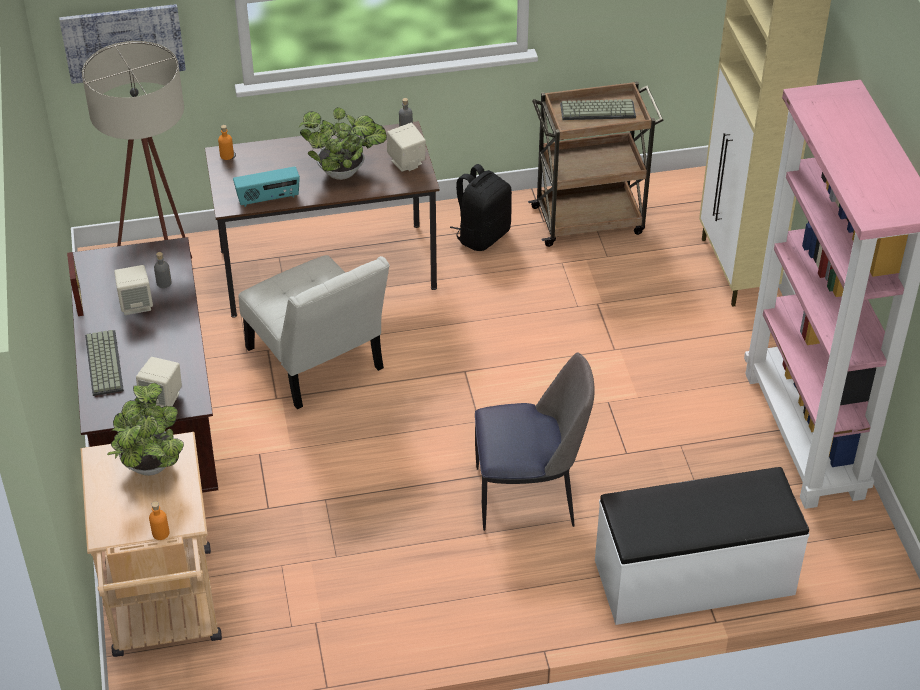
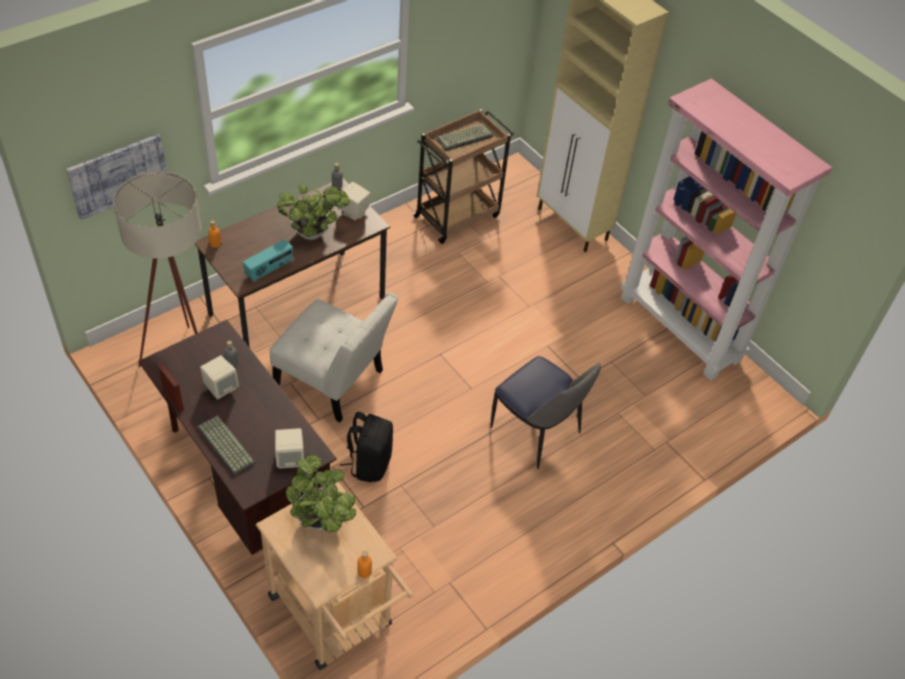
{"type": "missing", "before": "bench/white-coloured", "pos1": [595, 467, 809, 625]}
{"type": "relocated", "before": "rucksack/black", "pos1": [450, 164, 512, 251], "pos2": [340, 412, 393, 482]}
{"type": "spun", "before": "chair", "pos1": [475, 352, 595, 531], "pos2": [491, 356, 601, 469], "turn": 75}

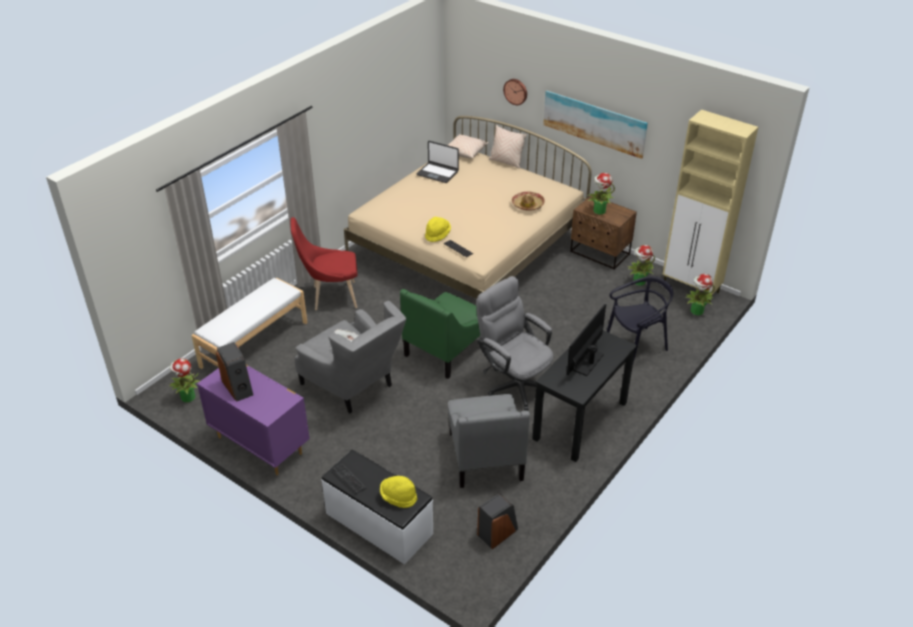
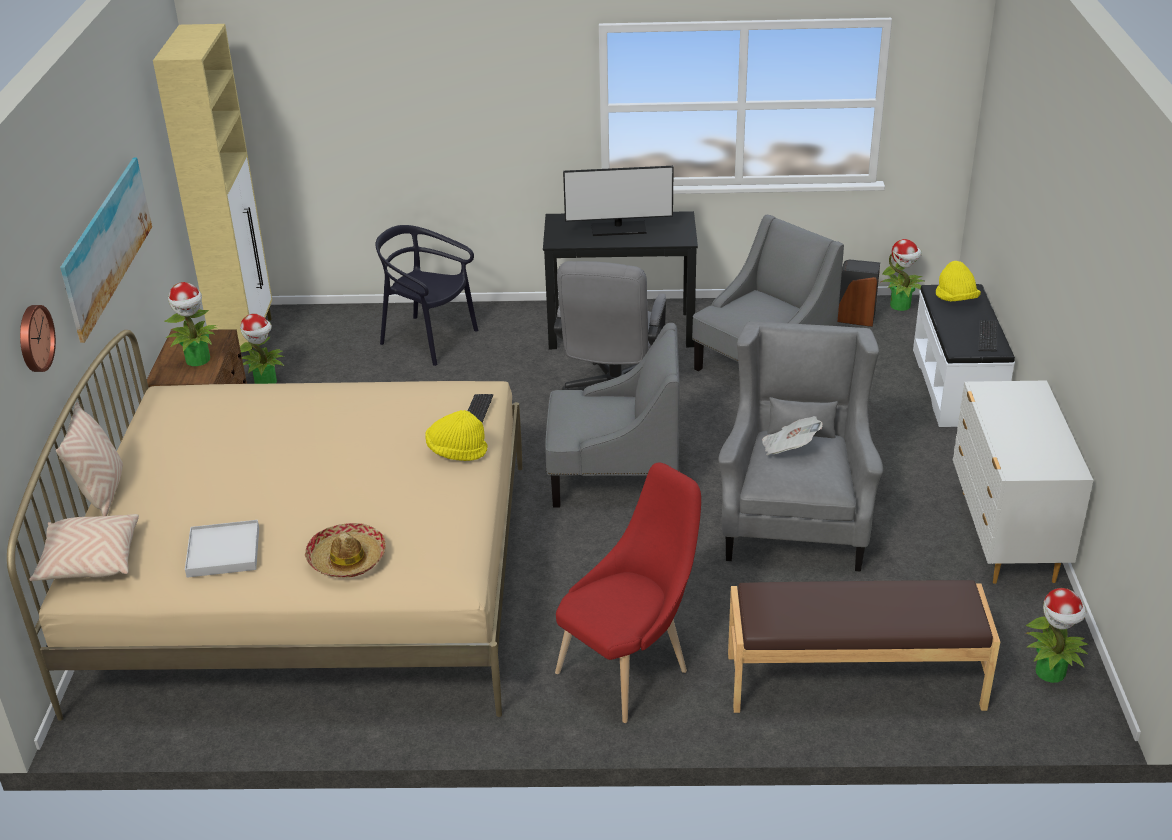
{"type": "missing", "before": "speaker", "pos1": [216, 342, 253, 402]}
{"type": "relocated", "before": "wearable hat", "pos1": [512, 191, 545, 211], "pos2": [305, 523, 386, 578]}
{"type": "relocated", "before": "potted plant", "pos1": [685, 274, 715, 315], "pos2": [881, 239, 926, 311]}
{"type": "exchanged", "before": "laptop", "after": "serving tray/white-coloured", "pos1": [417, 141, 459, 183], "pos2": [185, 520, 259, 578]}
{"type": "colour", "before": "bench/white-coloured", "after": "bench/brown", "pos1": [191, 278, 308, 369], "pos2": [728, 580, 1000, 713]}
{"type": "colour", "before": "drawer chest/purple-coloured", "after": "drawer chest/white-coloured", "pos1": [197, 364, 310, 475], "pos2": [953, 381, 1093, 584]}
{"type": "colour", "before": "armchair/greenish", "after": "armchair/gray", "pos1": [400, 289, 480, 379], "pos2": [545, 323, 680, 507]}
{"type": "spun", "before": "chair/red", "pos1": [291, 217, 358, 310], "pos2": [555, 463, 701, 723], "turn": -90}

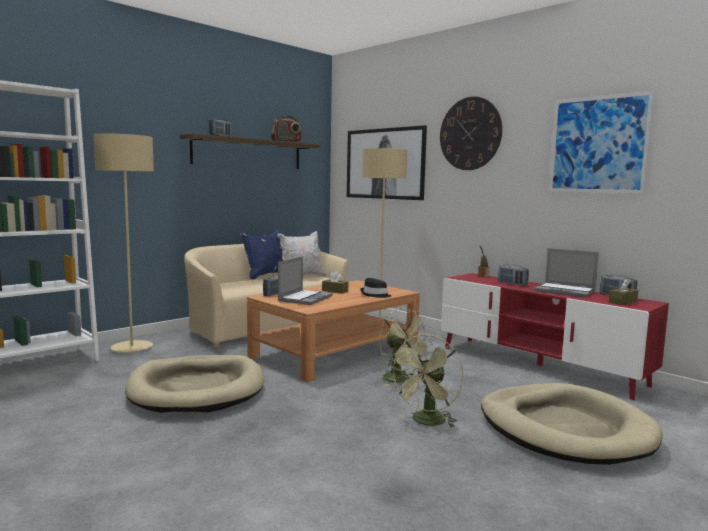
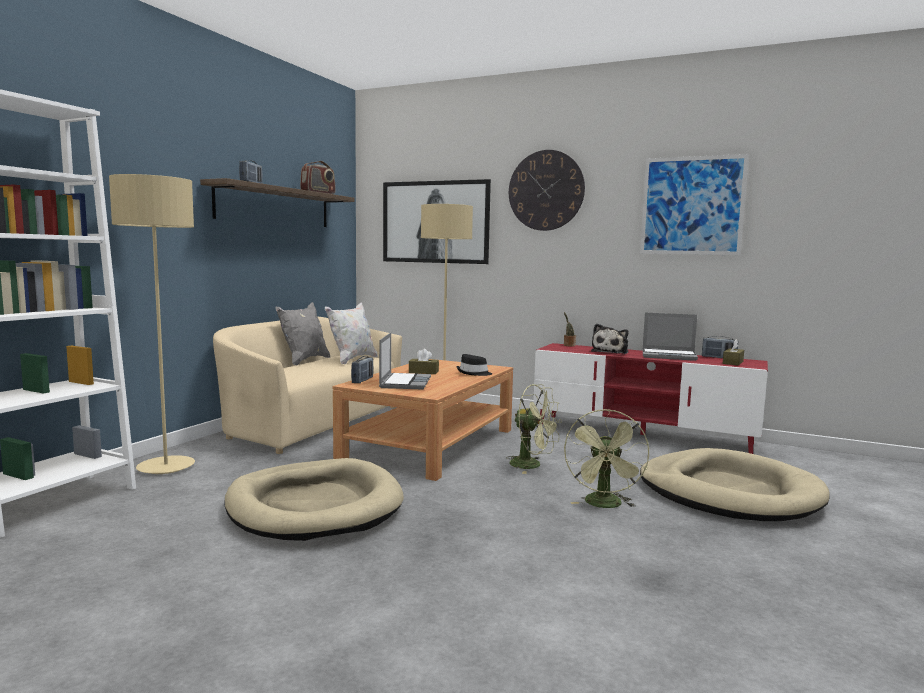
{"type": "exchanged", "before": "radio", "after": "soft toy", "pos1": [498, 264, 529, 286], "pos2": [591, 324, 628, 354]}
{"type": "colour", "before": "pillow/blue", "after": "pillow/gray", "pos1": [240, 230, 283, 280], "pos2": [275, 302, 330, 366]}

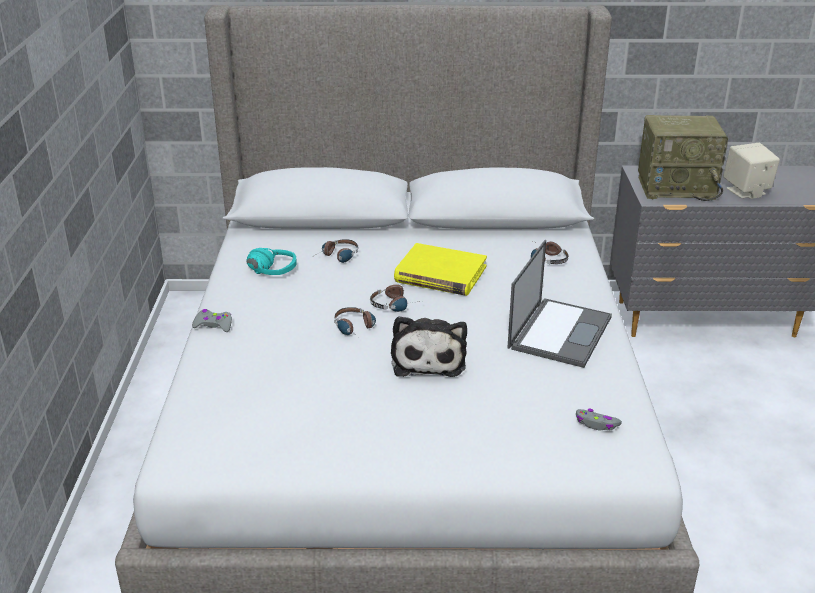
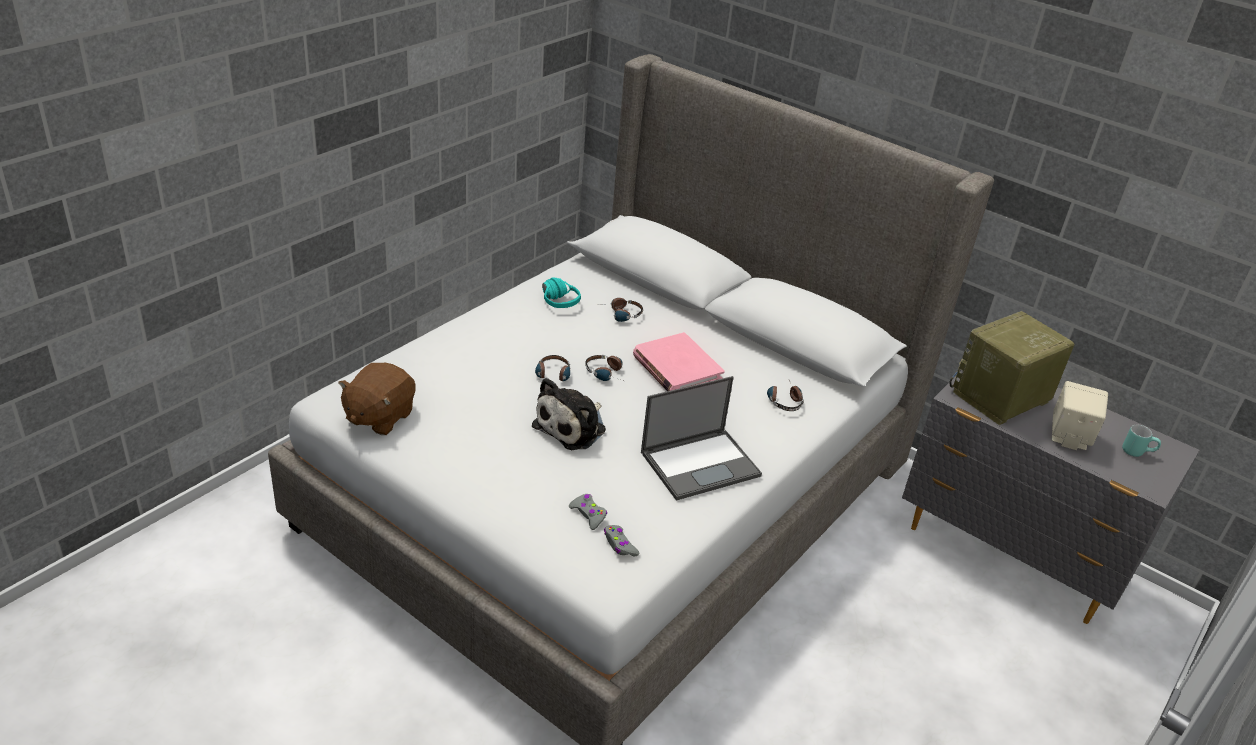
{"type": "appeared", "after": "soft toy/brown", "pos2": [338, 363, 416, 435]}
{"type": "appeared", "after": "coffee mug/blue-green", "pos2": [1122, 424, 1161, 457]}
{"type": "relocated", "before": "joypad/gray", "pos1": [192, 309, 232, 332], "pos2": [569, 494, 607, 530]}
{"type": "colour", "before": "book/yellowish", "after": "book/pink-coloured", "pos1": [394, 243, 487, 296], "pos2": [633, 332, 725, 391]}
{"type": "spun", "before": "radio", "pos1": [638, 115, 728, 201], "pos2": [949, 311, 1075, 425], "turn": 105}

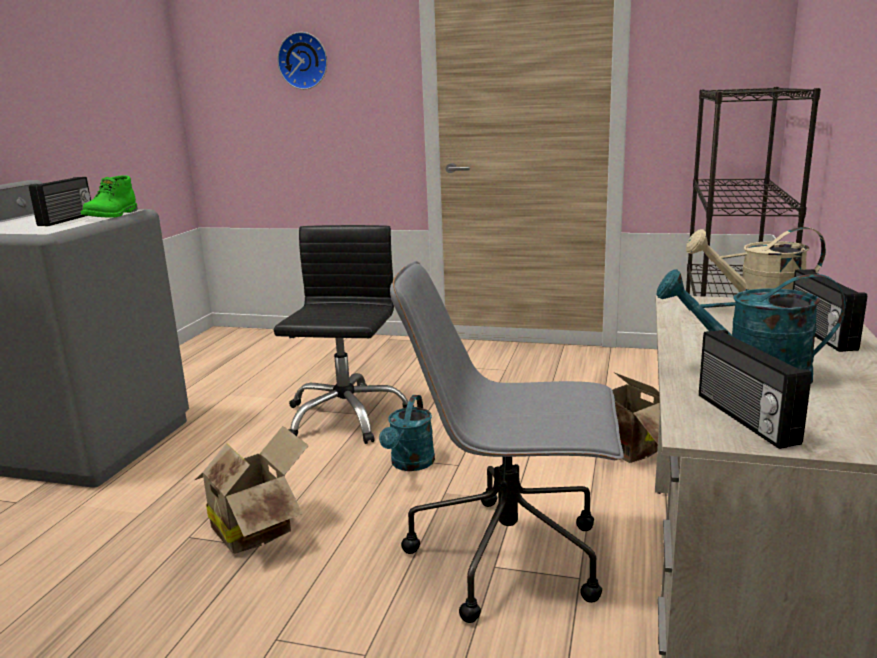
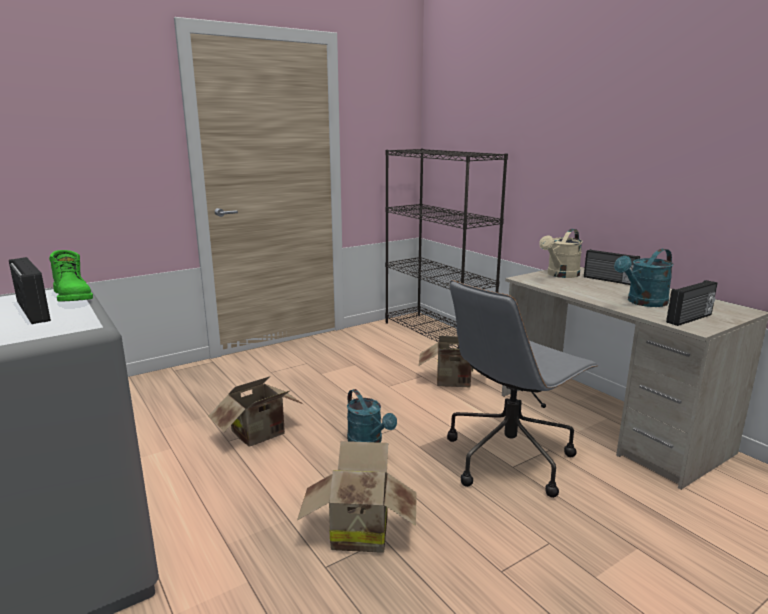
{"type": "missing", "before": "clock on the wall", "pos1": [277, 32, 328, 90]}
{"type": "exchanged", "before": "office chair/black", "after": "packing box", "pos1": [274, 225, 414, 444], "pos2": [208, 376, 303, 447]}
{"type": "spun", "before": "radio", "pos1": [699, 330, 812, 449], "pos2": [666, 280, 718, 326], "turn": -60}

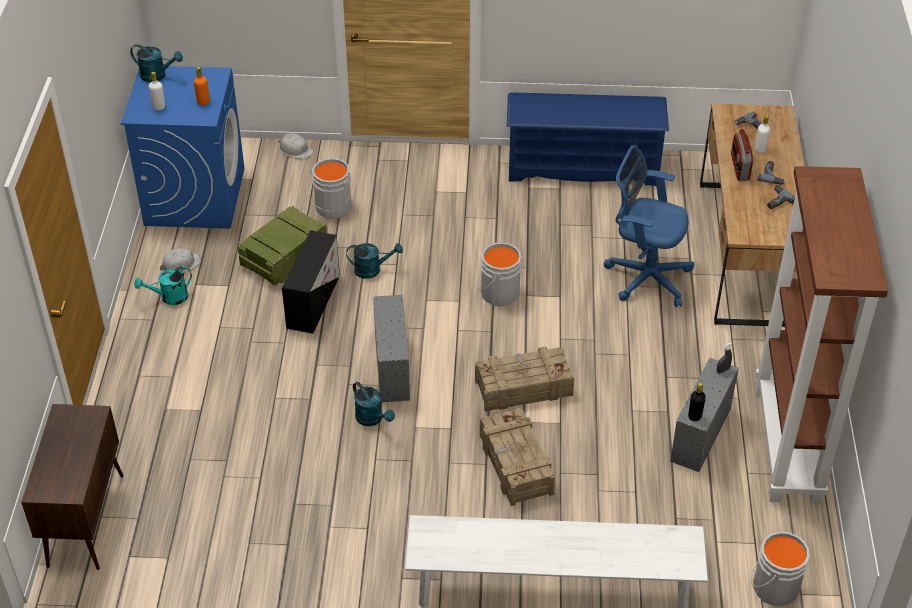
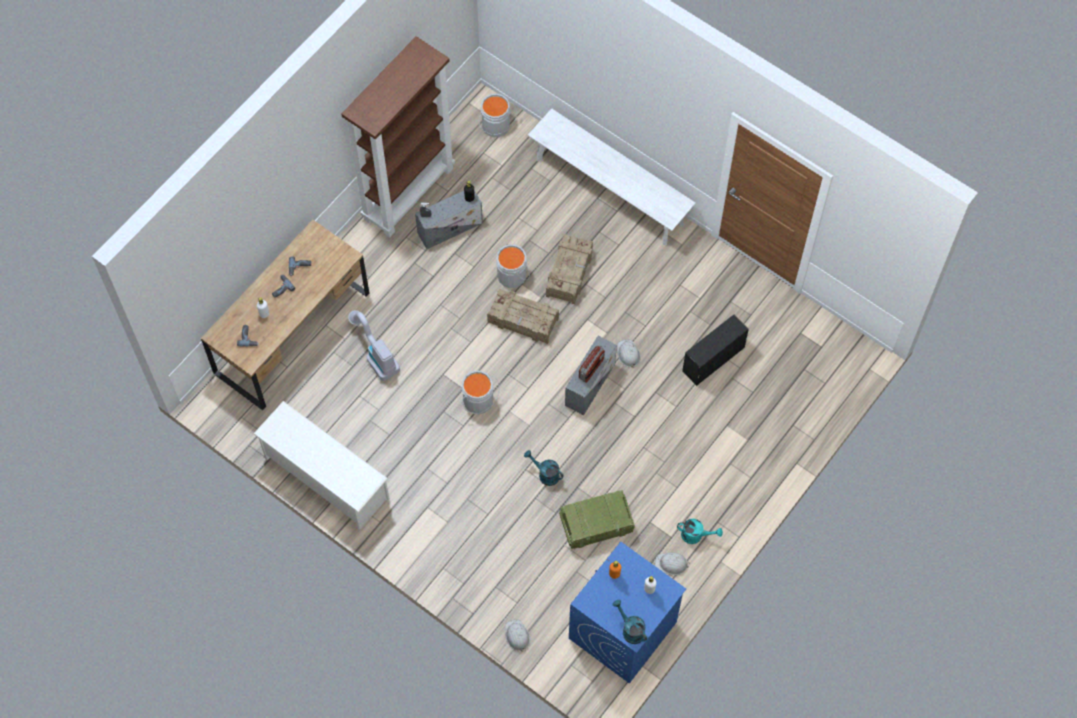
{"type": "missing", "before": "storage cabinet/brown", "pos1": [21, 404, 124, 570]}
{"type": "relocated", "before": "storage container/black", "pos1": [282, 230, 340, 334], "pos2": [682, 315, 749, 386]}
{"type": "relocated", "before": "bucket/gray", "pos1": [305, 158, 352, 219], "pos2": [496, 244, 530, 288]}
{"type": "relocated", "before": "radio", "pos1": [731, 129, 753, 181], "pos2": [579, 346, 605, 383]}
{"type": "exchanged", "before": "sprinkling can/blue-green", "after": "work helmet/white-coloured", "pos1": [353, 382, 395, 426], "pos2": [617, 339, 641, 368]}
{"type": "exchanged", "before": "office chair/blue", "after": "vacuum", "pos1": [604, 145, 694, 307], "pos2": [348, 310, 400, 381]}
{"type": "colour", "before": "shoe rack/blue", "after": "shoe rack/white-coloured", "pos1": [507, 92, 669, 186], "pos2": [253, 401, 390, 530]}

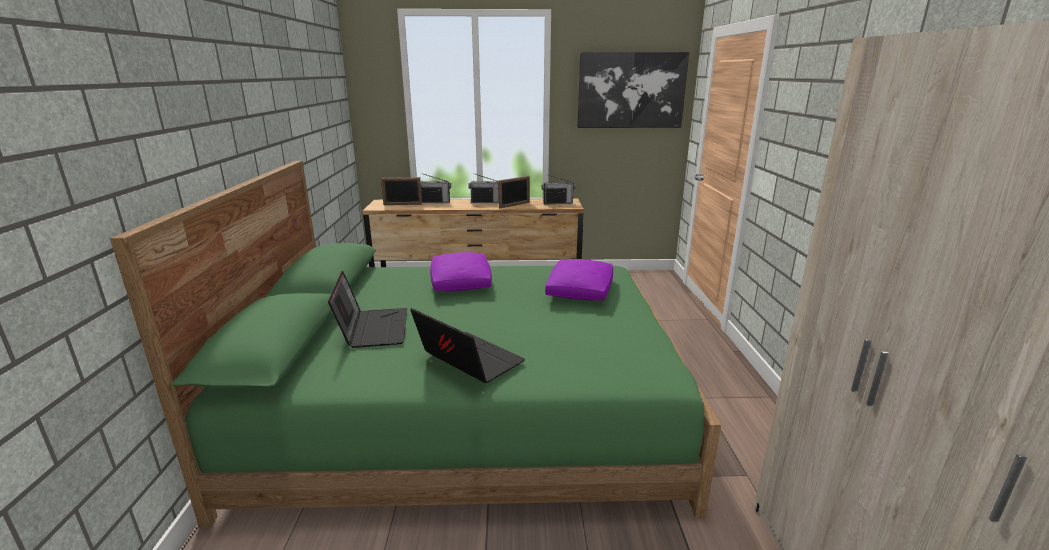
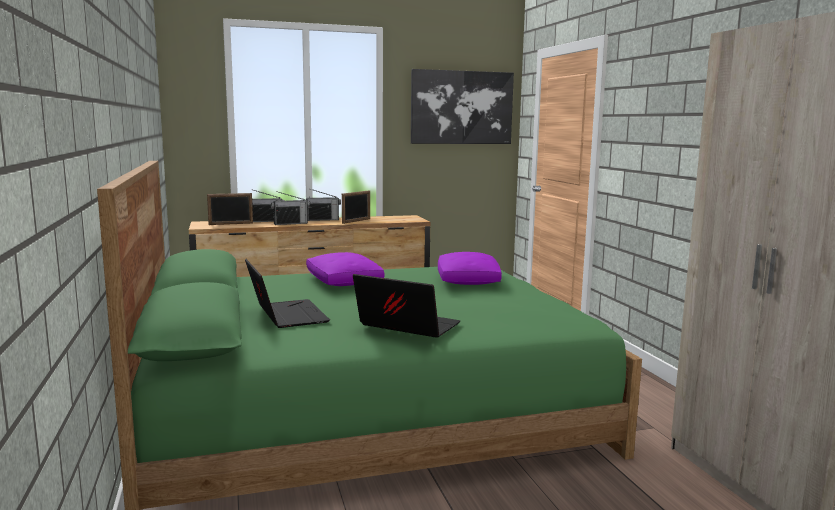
{"type": "relocated", "before": "radio", "pos1": [542, 174, 576, 205], "pos2": [271, 191, 310, 225]}

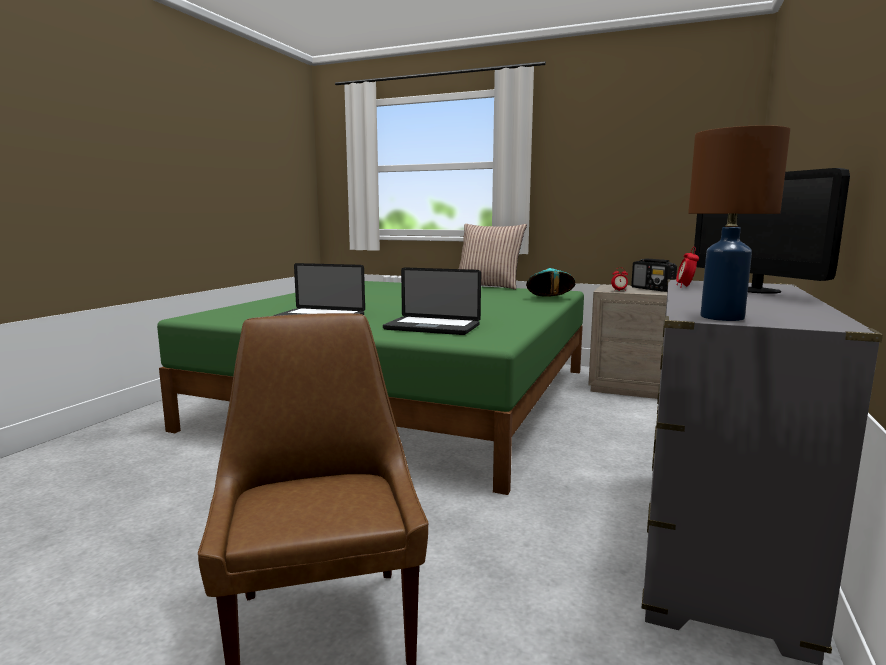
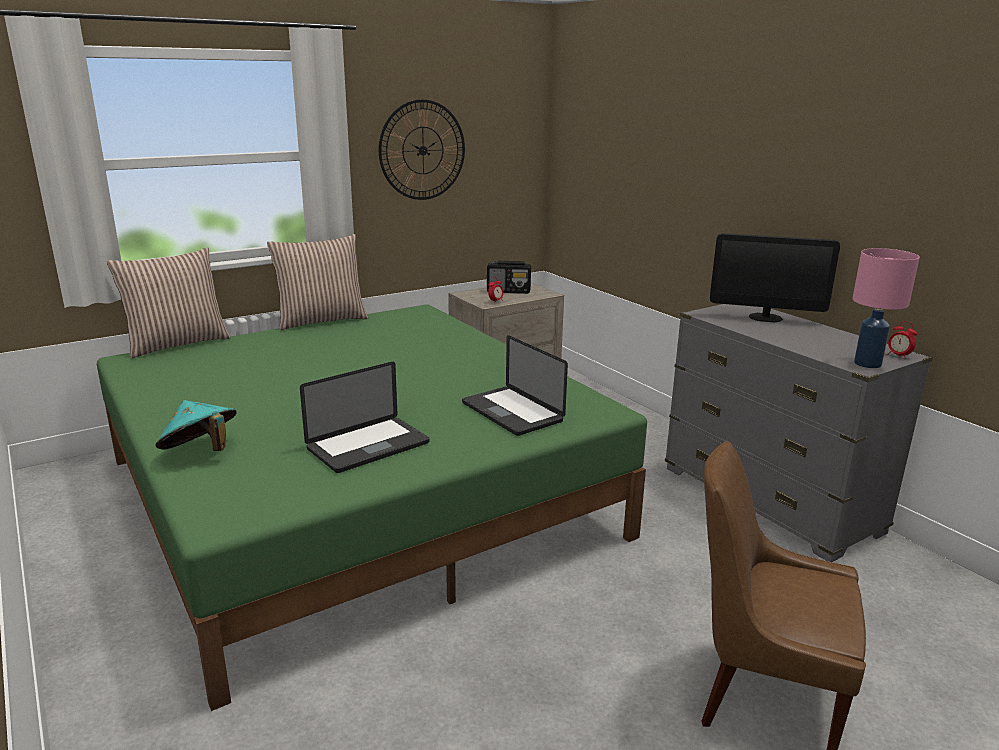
{"type": "appeared", "after": "pillow", "pos2": [107, 247, 231, 359]}
{"type": "appeared", "after": "clock on the wall", "pos2": [379, 99, 465, 200]}
{"type": "relocated", "before": "wearable hat/blue-green", "pos1": [526, 268, 576, 297], "pos2": [156, 400, 236, 451]}
{"type": "relocated", "before": "bedside clock", "pos1": [676, 247, 699, 288], "pos2": [888, 321, 917, 359]}
{"type": "colour", "before": "tabletop lamp/brown", "after": "tabletop lamp/pink-coloured", "pos1": [688, 125, 790, 321], "pos2": [852, 248, 920, 368]}
{"type": "spun", "before": "laptop", "pos1": [383, 267, 481, 335], "pos2": [462, 335, 568, 436], "turn": 90}

